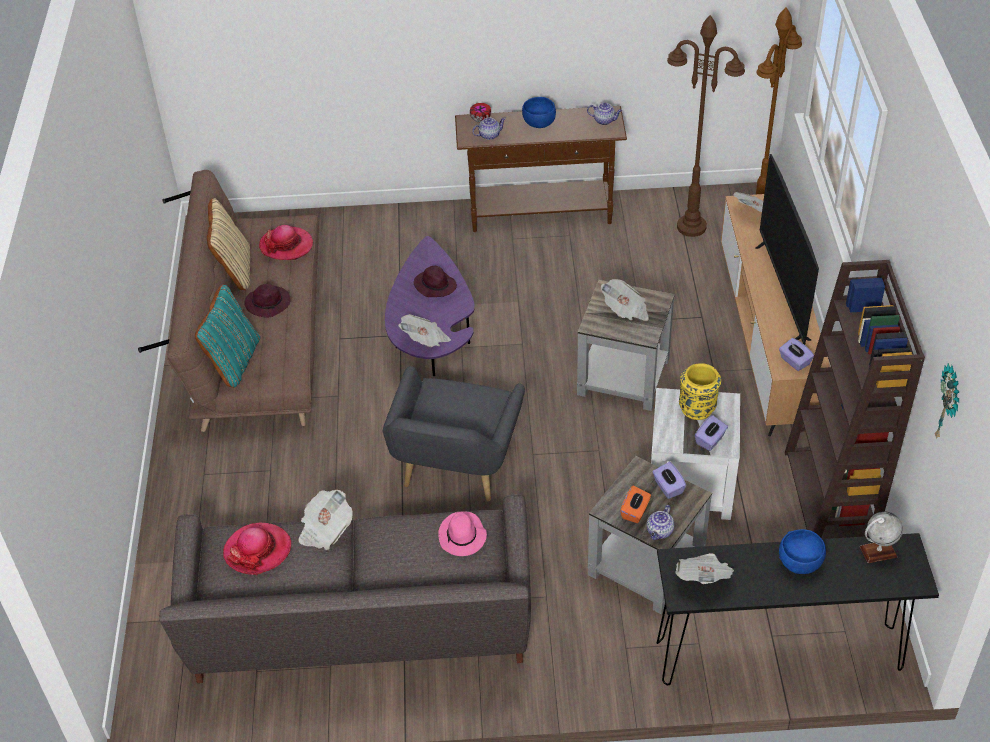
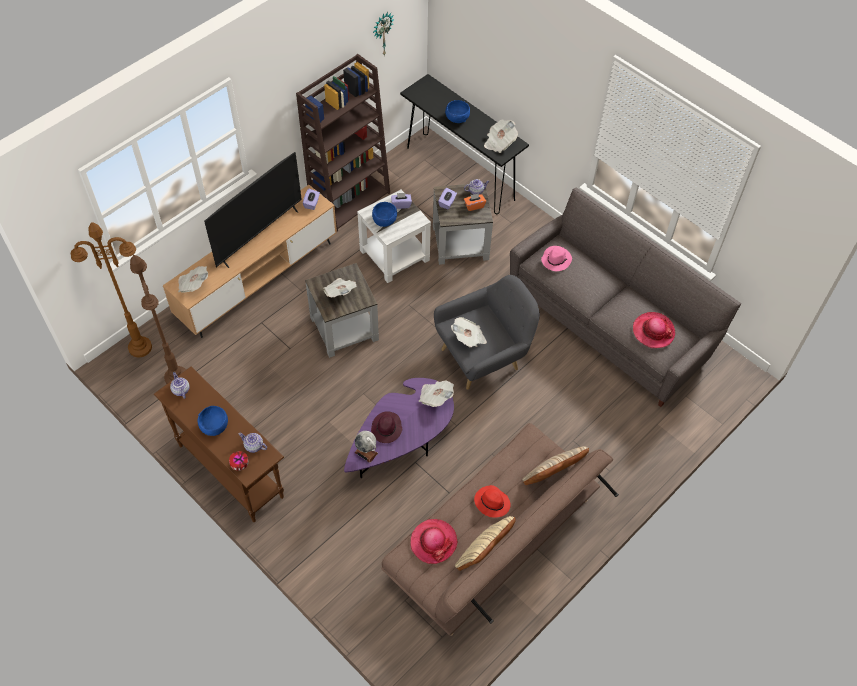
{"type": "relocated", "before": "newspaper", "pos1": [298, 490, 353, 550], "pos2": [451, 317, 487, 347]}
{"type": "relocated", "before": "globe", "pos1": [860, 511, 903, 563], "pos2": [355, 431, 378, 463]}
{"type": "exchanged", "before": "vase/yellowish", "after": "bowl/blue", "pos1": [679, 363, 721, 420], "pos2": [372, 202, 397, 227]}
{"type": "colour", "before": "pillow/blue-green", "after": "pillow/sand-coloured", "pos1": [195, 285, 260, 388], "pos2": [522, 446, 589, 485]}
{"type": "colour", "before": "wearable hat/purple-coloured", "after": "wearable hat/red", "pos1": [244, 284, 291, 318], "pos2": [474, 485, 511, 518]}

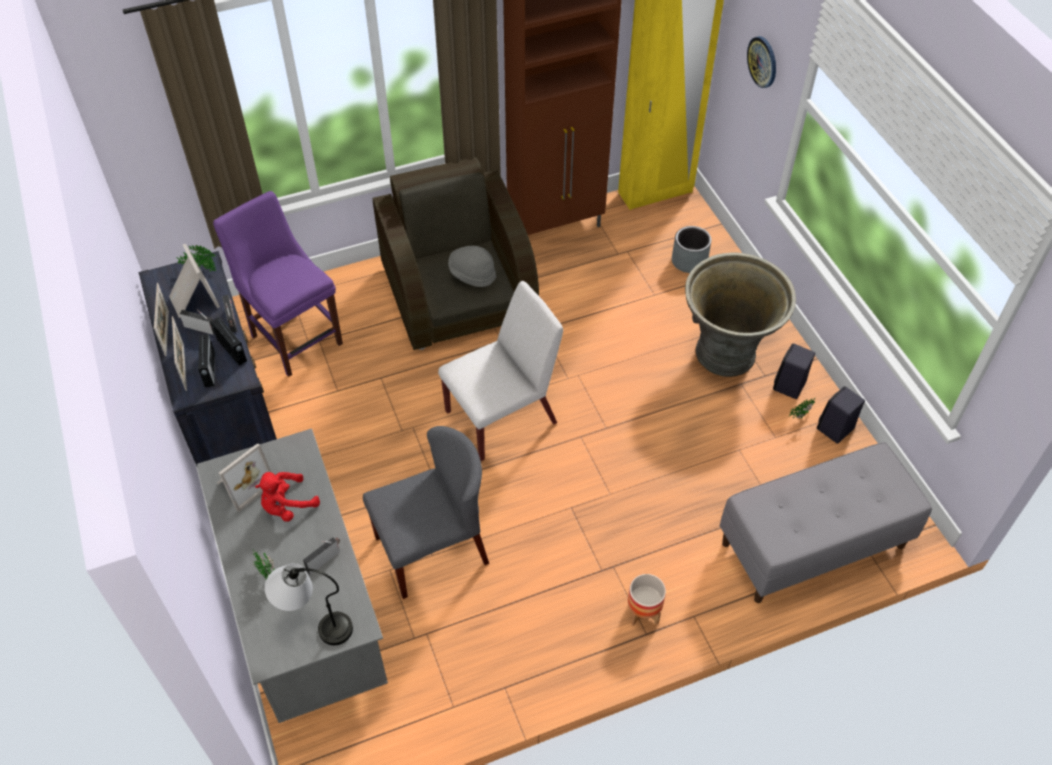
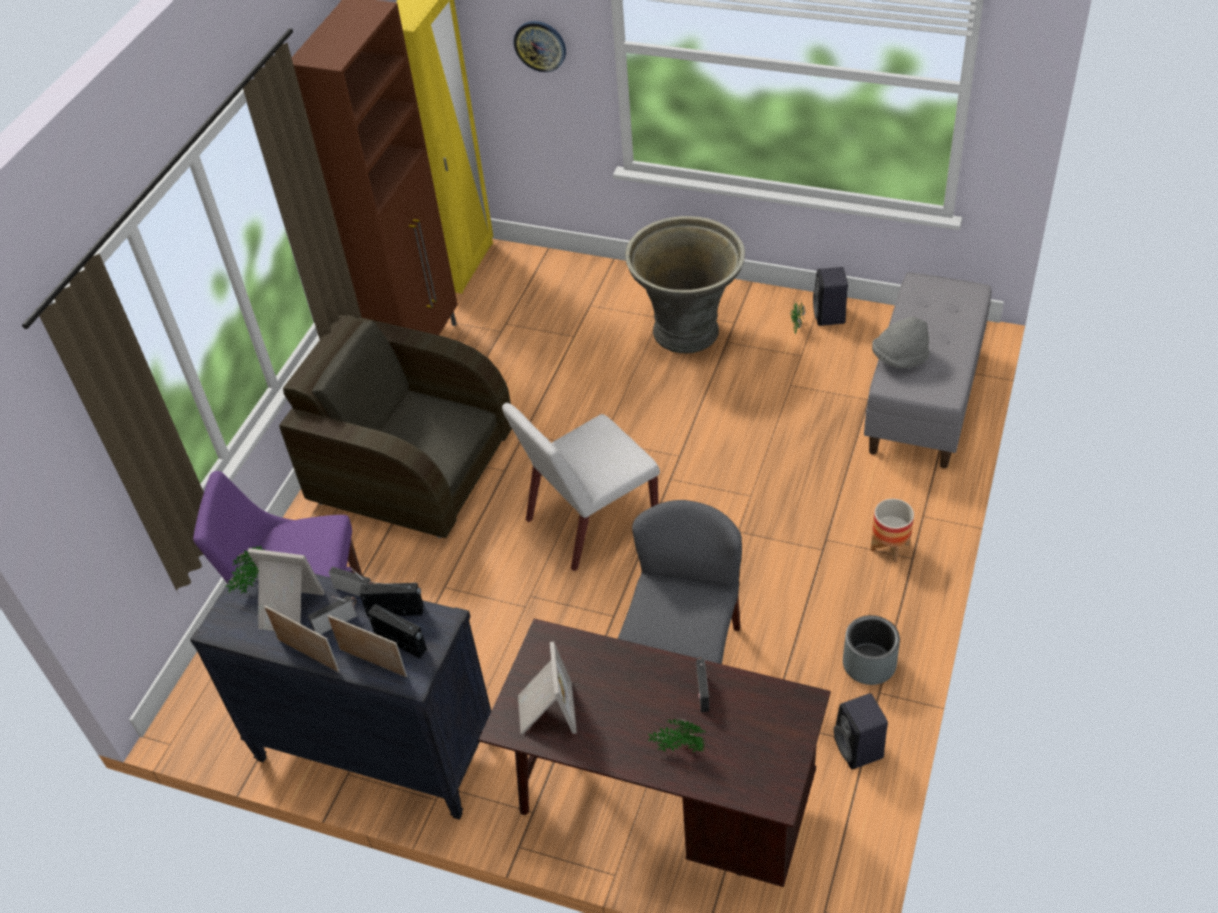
{"type": "missing", "before": "soft toy/red", "pos1": [255, 472, 320, 522]}
{"type": "missing", "before": "tabletop lamp", "pos1": [265, 563, 353, 645]}
{"type": "relocated", "before": "wearable hat/gray", "pos1": [448, 246, 497, 287], "pos2": [872, 317, 930, 368]}
{"type": "relocated", "before": "flower pot/gray", "pos1": [672, 226, 712, 273], "pos2": [843, 615, 900, 685]}
{"type": "relocated", "before": "speaker/black", "pos1": [773, 343, 815, 399], "pos2": [834, 693, 888, 769]}
{"type": "colour", "before": "desk unit/gray", "after": "desk unit/brown", "pos1": [197, 428, 388, 723], "pos2": [478, 619, 831, 887]}
{"type": "spun", "before": "chair/white-coloured", "pos1": [438, 281, 563, 461], "pos2": [502, 403, 660, 571], "turn": -135}

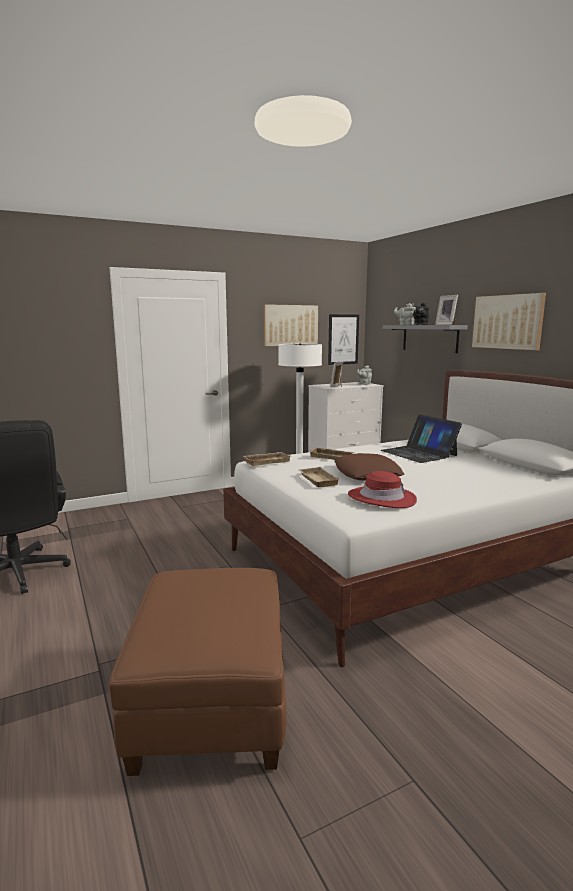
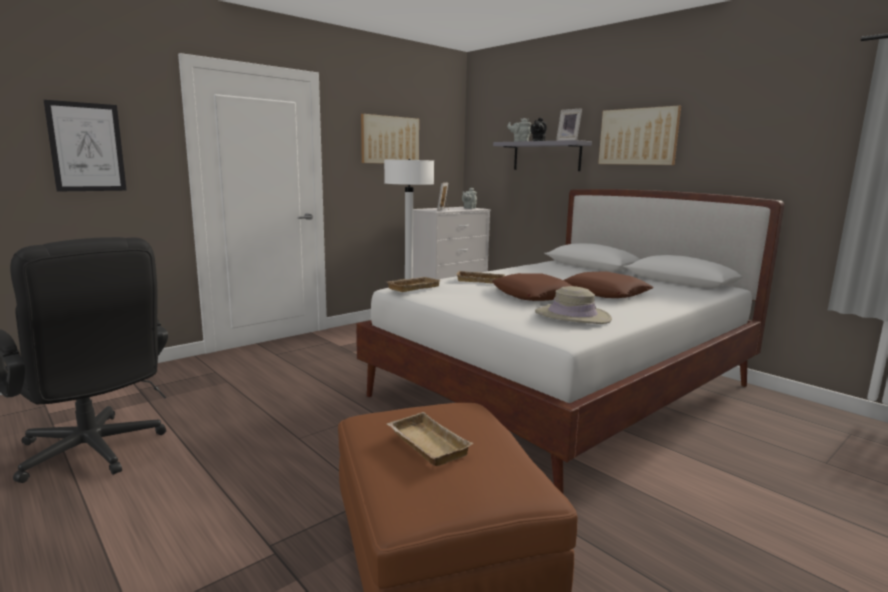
{"type": "missing", "before": "laptop", "pos1": [381, 414, 462, 463]}
{"type": "appeared", "after": "pillow/brown", "pos2": [564, 271, 654, 298]}
{"type": "relocated", "before": "serving tray/sand-coloured", "pos1": [299, 467, 340, 487], "pos2": [387, 412, 473, 466]}
{"type": "relocated", "before": "picture", "pos1": [328, 314, 359, 365], "pos2": [44, 100, 127, 192]}
{"type": "colour", "before": "wearable hat/red", "after": "wearable hat/sand-coloured", "pos1": [348, 471, 417, 508], "pos2": [535, 286, 612, 324]}

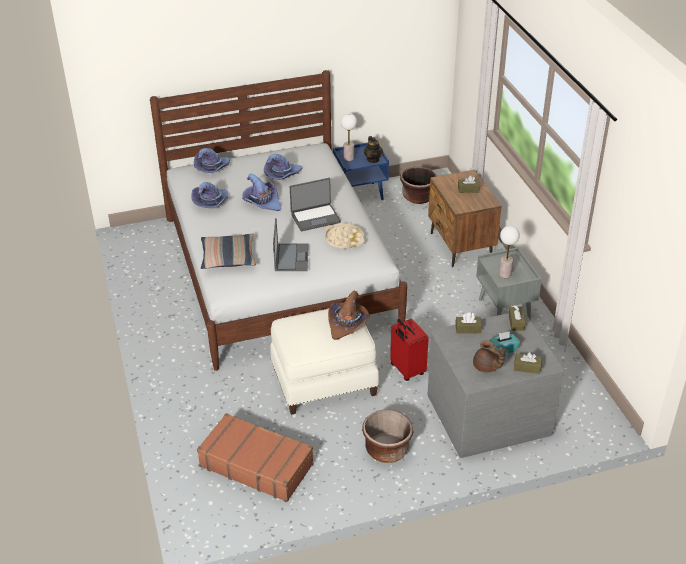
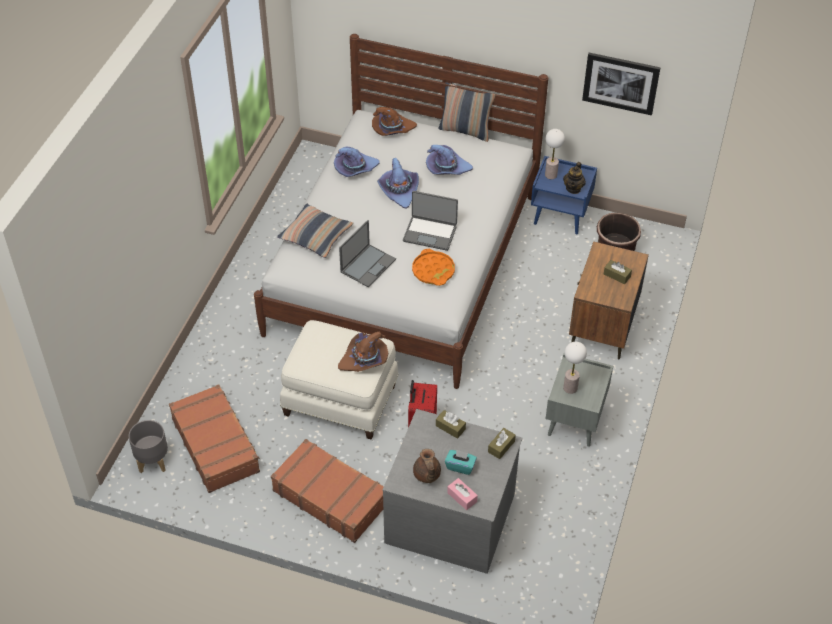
{"type": "appeared", "after": "flower pot/gray", "pos2": [129, 420, 168, 473]}
{"type": "appeared", "after": "pillow", "pos2": [438, 82, 495, 142]}
{"type": "appeared", "after": "picture", "pos2": [582, 53, 660, 115]}
{"type": "exchanged", "before": "flower pot/brown", "after": "travel case/brown", "pos1": [362, 410, 413, 463], "pos2": [271, 439, 384, 543]}
{"type": "colour", "before": "wearable hat/purple-coloured", "after": "wearable hat/brown", "pos1": [194, 148, 230, 173], "pos2": [372, 107, 417, 136]}
{"type": "colour", "before": "serving tray/sand-coloured", "after": "serving tray/orangey", "pos1": [325, 223, 365, 249], "pos2": [412, 249, 455, 286]}
{"type": "colour", "before": "tissue box/brown", "after": "tissue box/pink-coloured", "pos1": [514, 352, 542, 374], "pos2": [447, 478, 478, 510]}

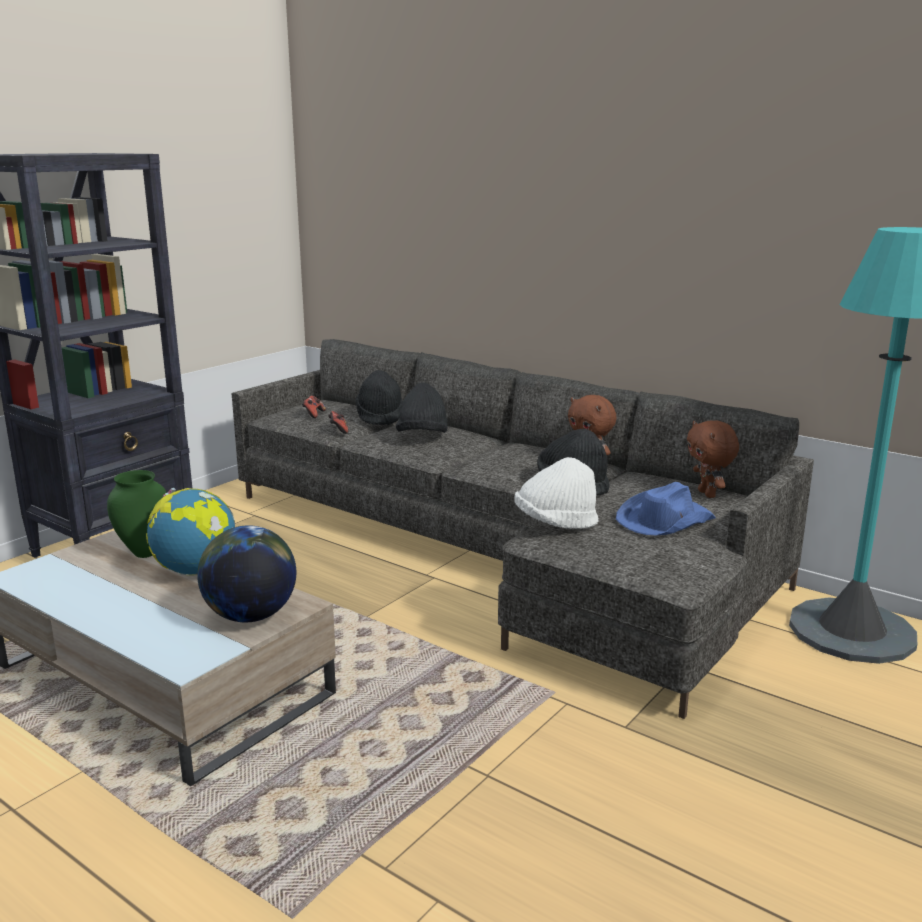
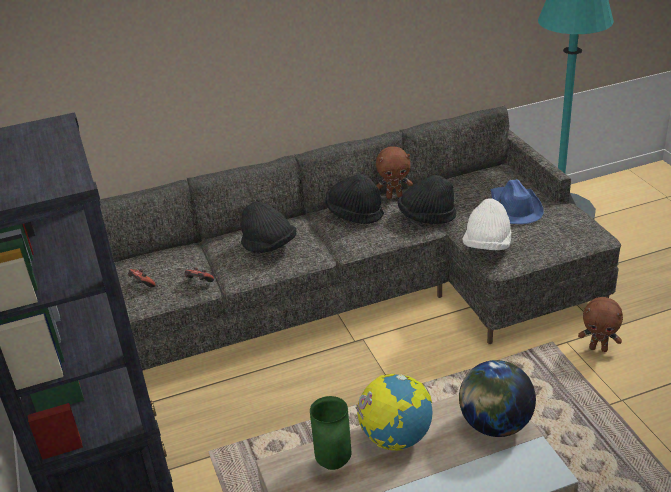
{"type": "relocated", "before": "wearable hat/black", "pos1": [355, 370, 403, 425], "pos2": [326, 174, 384, 224]}
{"type": "relocated", "before": "soft toy/brown", "pos1": [687, 420, 739, 498], "pos2": [578, 297, 623, 352]}

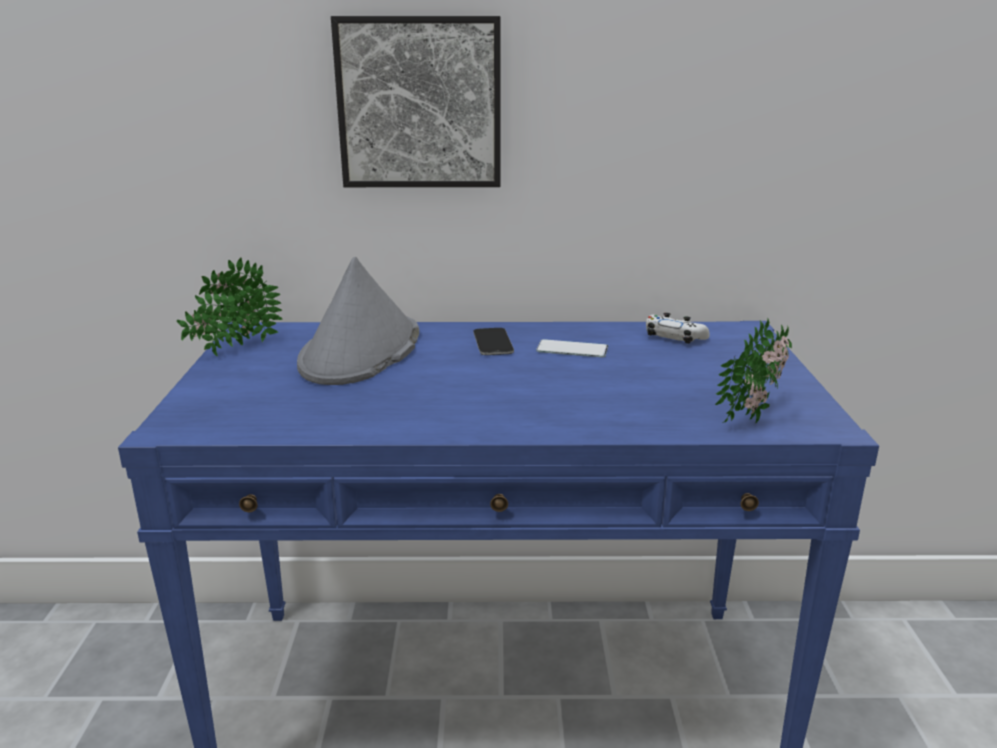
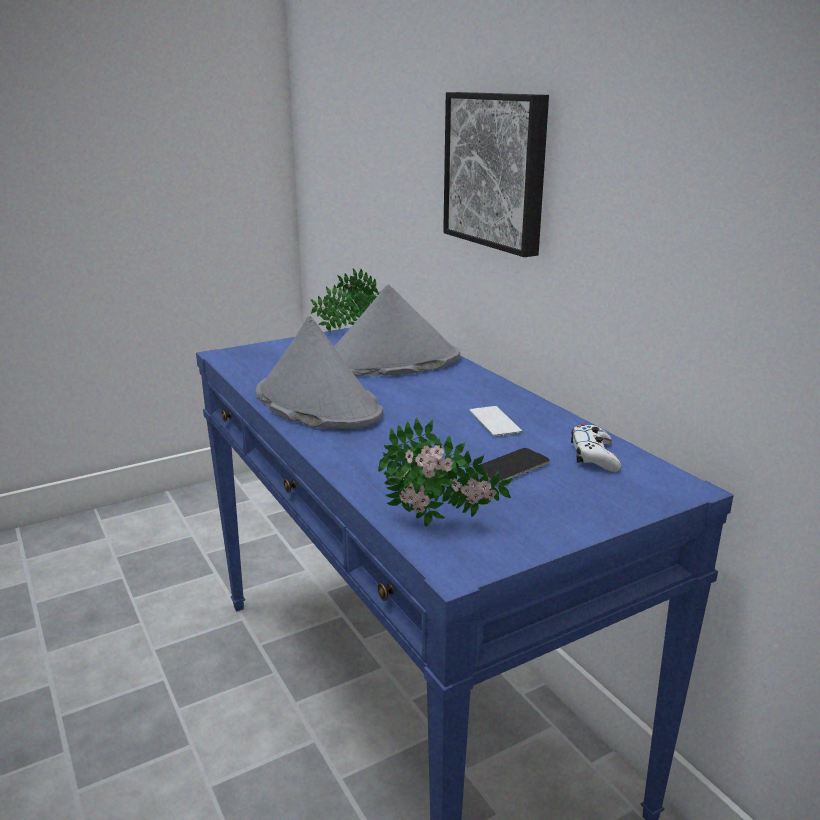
{"type": "appeared", "after": "wearable hat/gray", "pos2": [256, 316, 383, 429]}
{"type": "relocated", "before": "phone", "pos1": [473, 328, 514, 355], "pos2": [474, 448, 550, 484]}

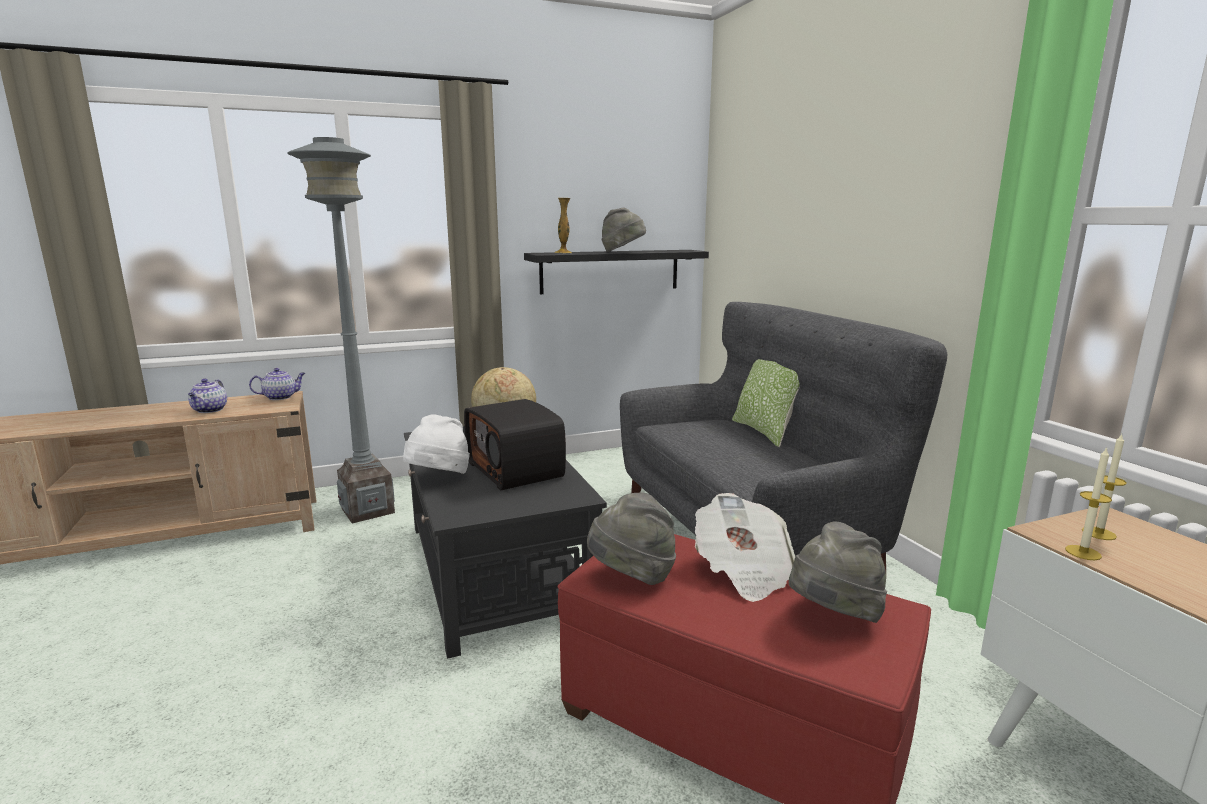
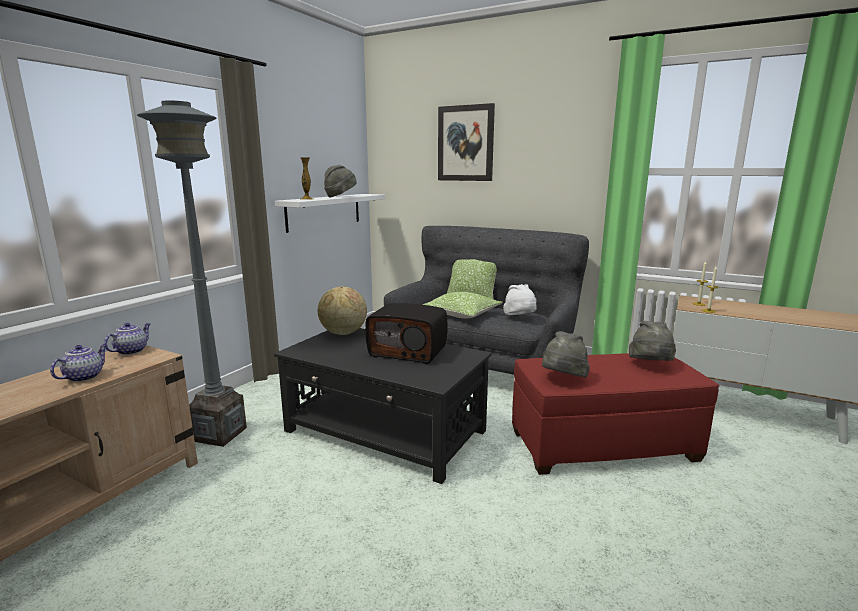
{"type": "missing", "before": "newspaper", "pos1": [695, 493, 795, 602]}
{"type": "appeared", "after": "pillow", "pos2": [423, 292, 503, 318]}
{"type": "appeared", "after": "picture", "pos2": [438, 103, 495, 181]}
{"type": "relocated", "before": "wearable hat/white-coloured", "pos1": [403, 414, 470, 474], "pos2": [503, 284, 537, 315]}
{"type": "colour", "before": "shelf/black", "after": "shelf/white-coloured", "pos1": [524, 250, 709, 294], "pos2": [275, 194, 385, 233]}
{"type": "spun", "before": "tea pot", "pos1": [188, 379, 227, 413], "pos2": [50, 344, 107, 382], "turn": -120}

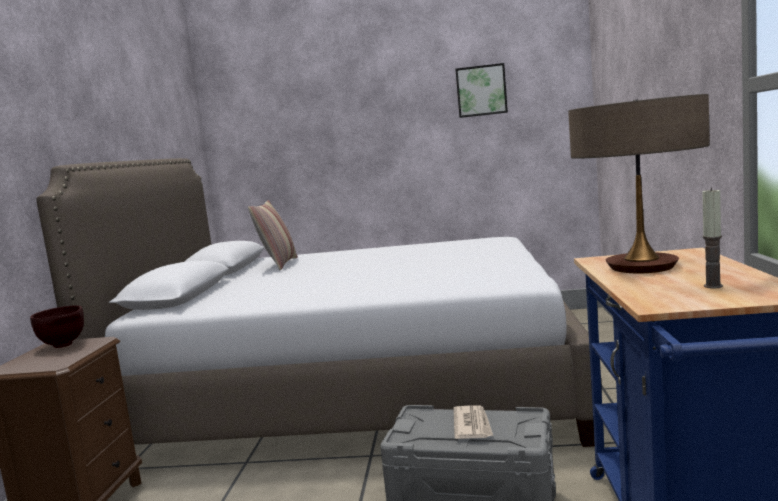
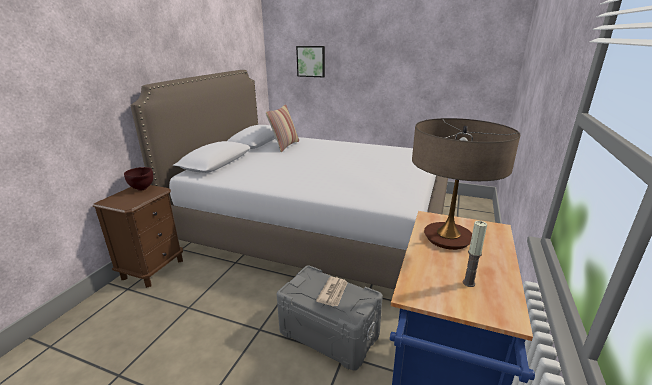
{"type": "relocated", "before": "picture", "pos1": [455, 63, 508, 118], "pos2": [296, 46, 325, 77]}

